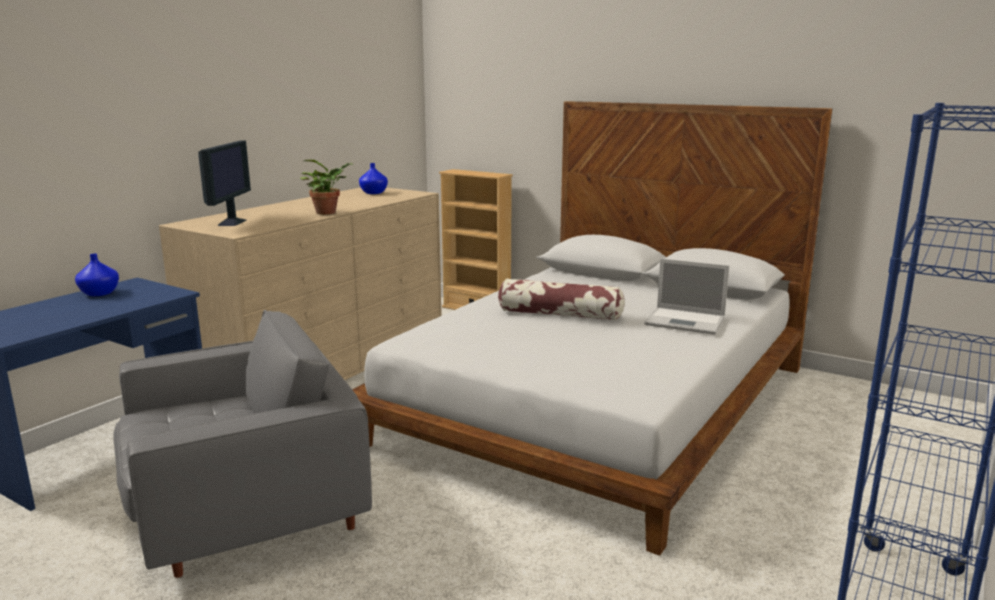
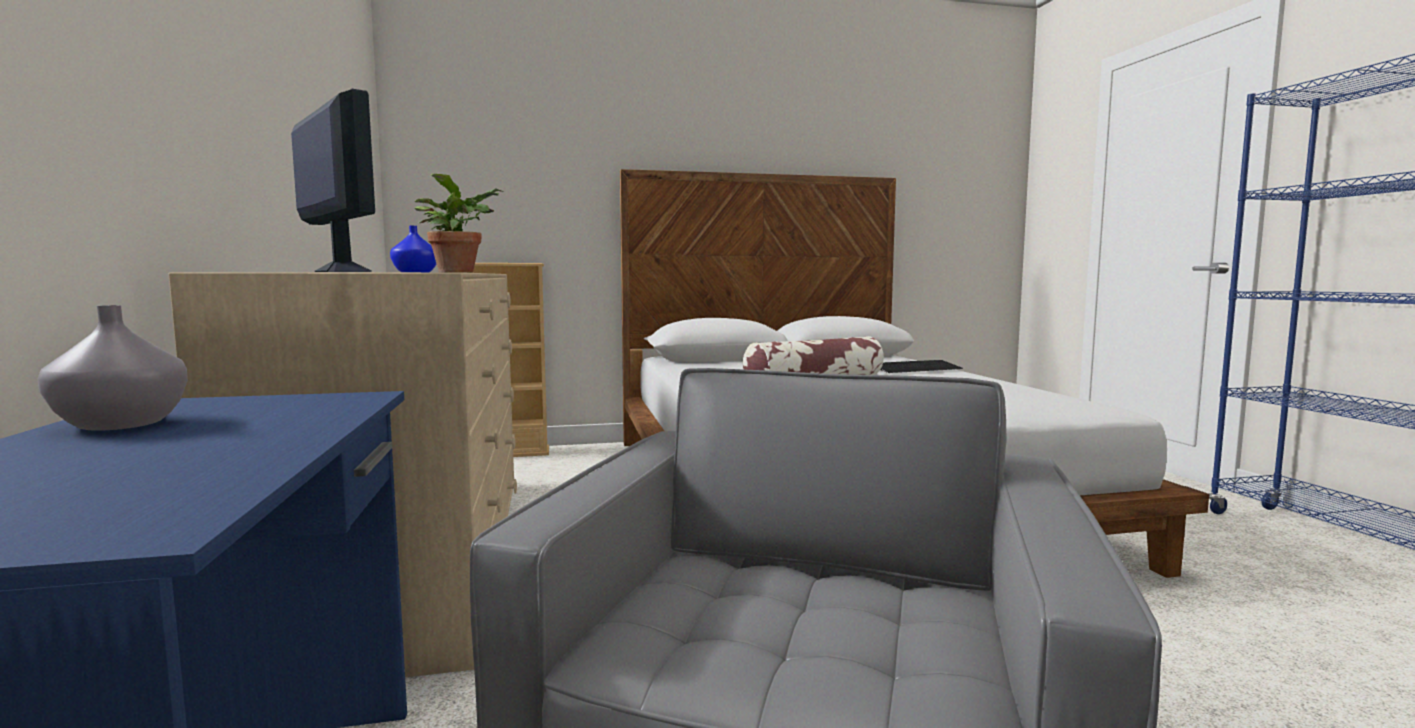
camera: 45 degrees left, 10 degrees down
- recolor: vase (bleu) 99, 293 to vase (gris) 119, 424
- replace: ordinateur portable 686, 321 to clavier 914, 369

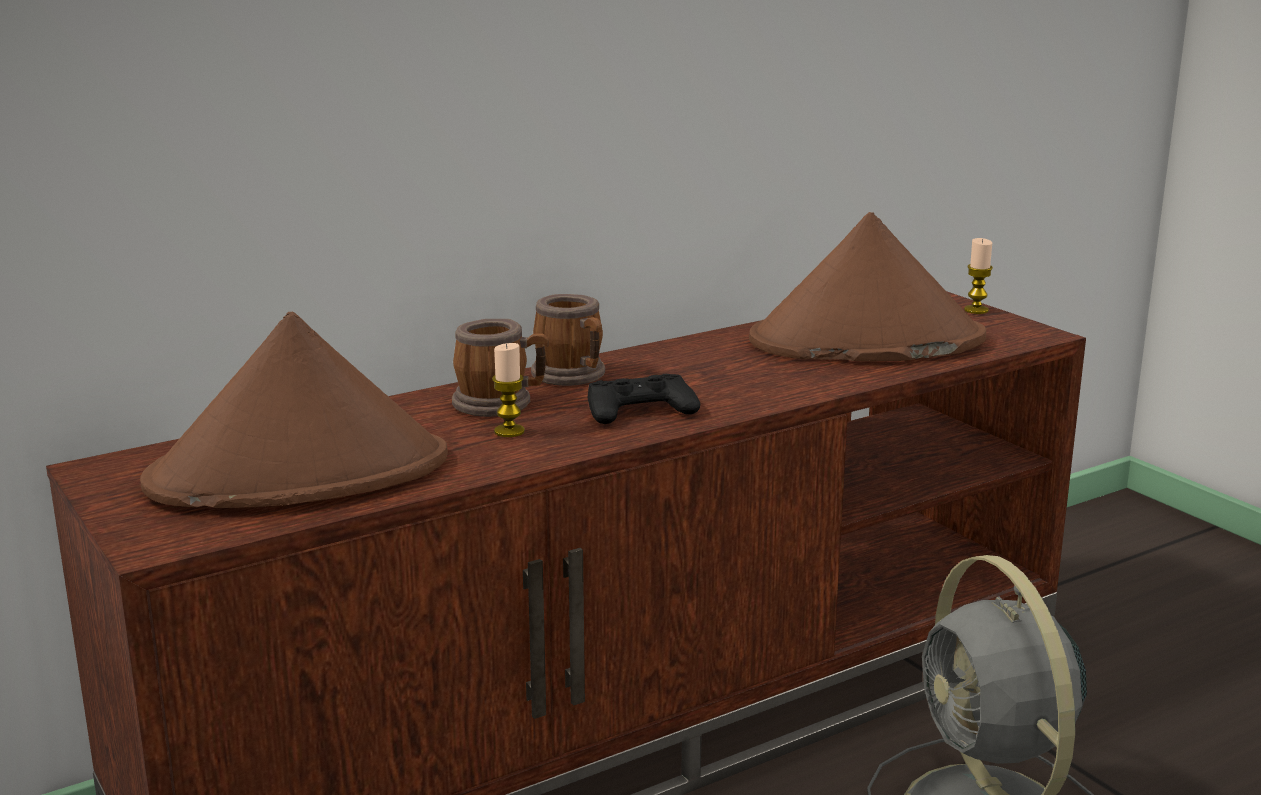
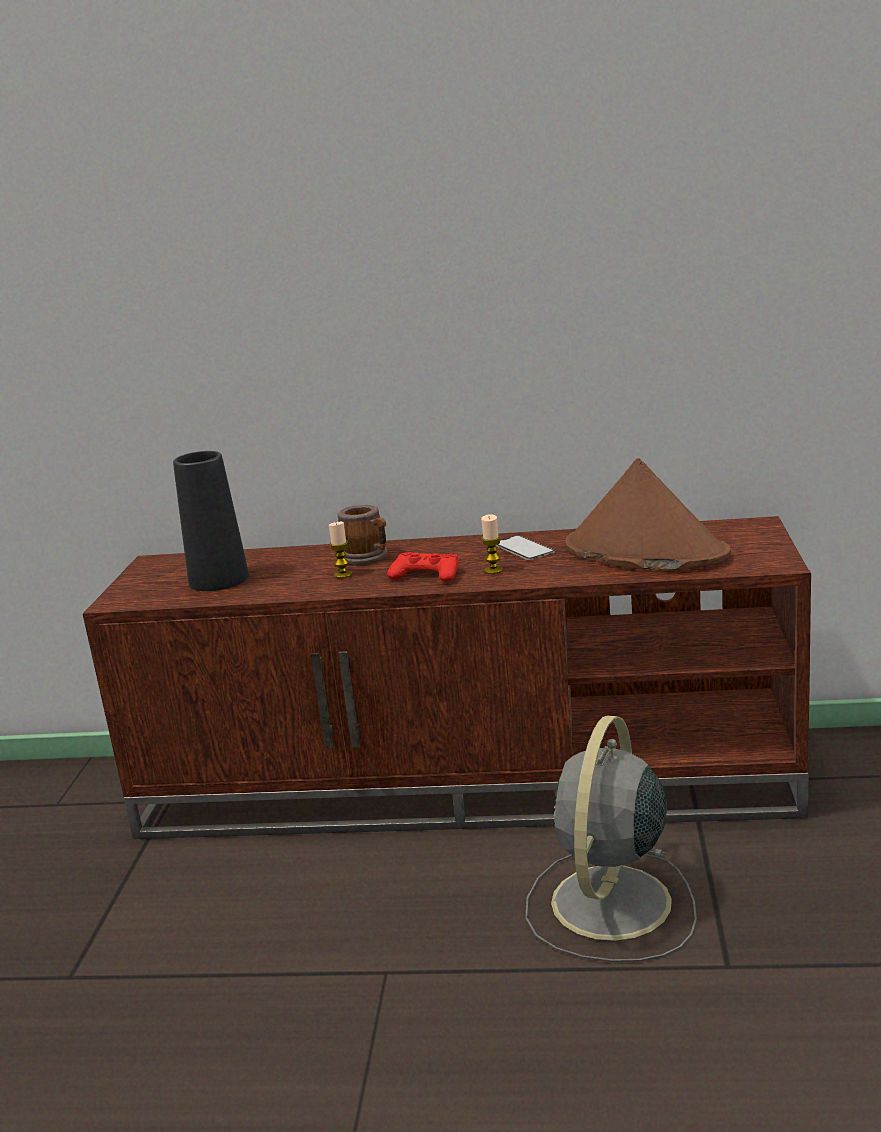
camera: 40 degrees right, 0 degrees up
- replace: chapeau (marron) 300, 473 to vase (noir) 219, 579
- delete: mug 573, 376
- recolor: manette (noir) 639, 411 to manette (rouge) 426, 575
- move: bougie 976, 310 to 493, 570
- insert: téléphone 523, 548

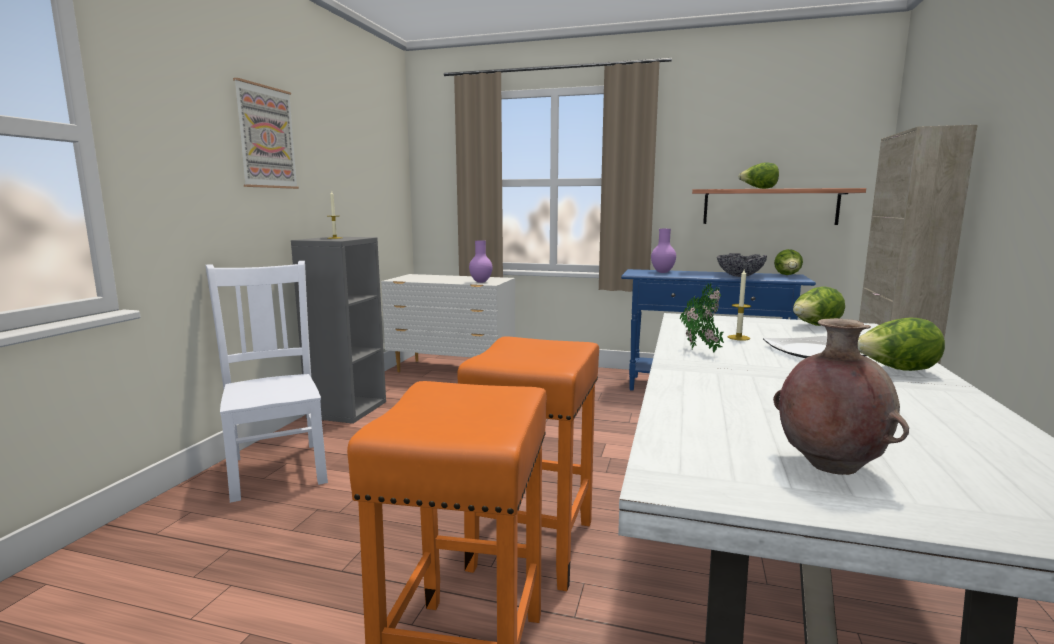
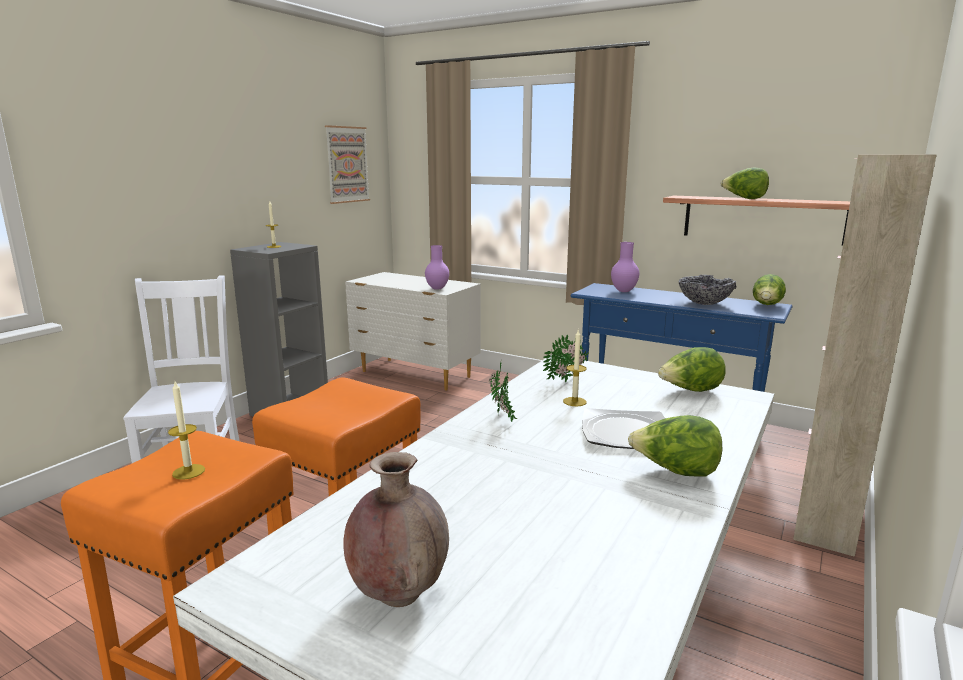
camera: 15 degrees right, 5 degrees up
- move: tableau 266, 137 to 347, 164
- insert: bougie 188, 472

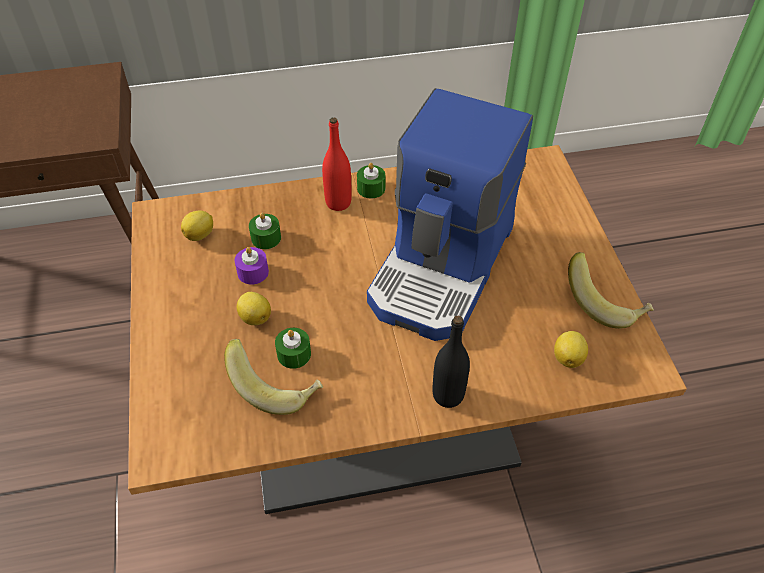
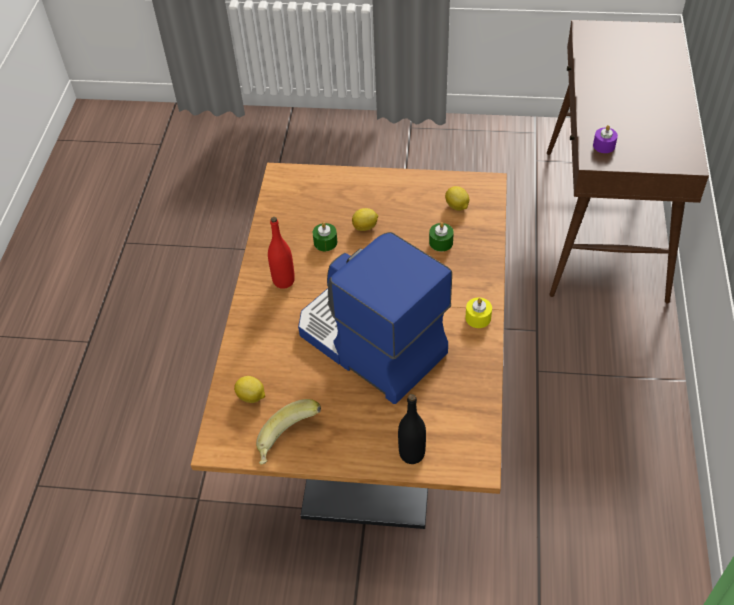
camera: 110 degrees right, 0 degrees up
- delete: banane 276, 386
- move: bougie (violet) 253, 272 to 604, 145
- move: bouteille (rouge) 338, 202 to 283, 281
- recolor: bougie (vert) 371, 188 to bougie (jaune) 478, 318
- move: bouteille (noir) 448, 395 to 412, 454

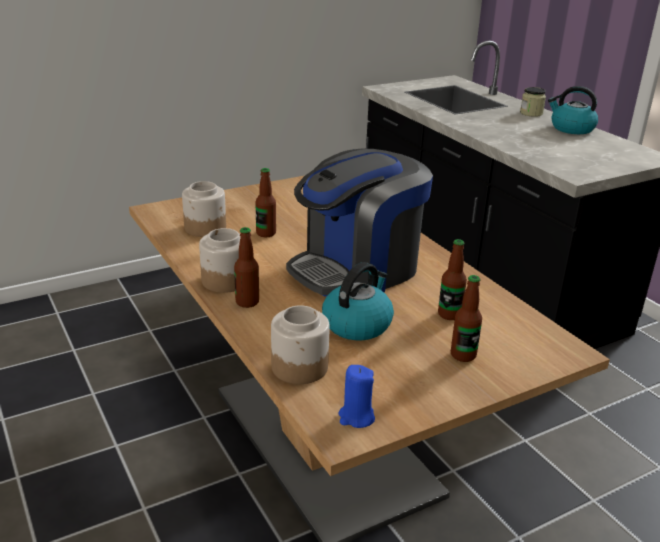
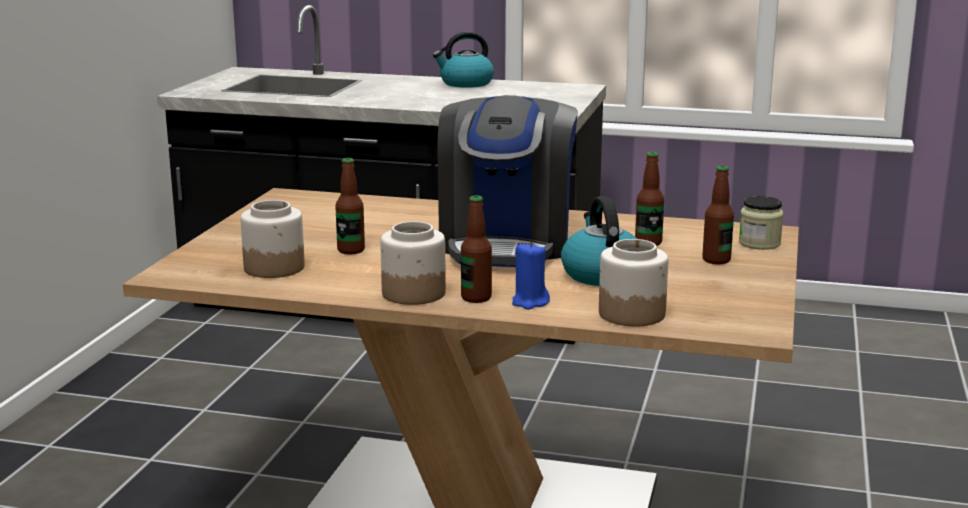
camera: 45 degrees left, 10 degrees down
- move: bougie (bleu) 356, 417 to 530, 302
- move: bocal 531, 113 to 759, 243

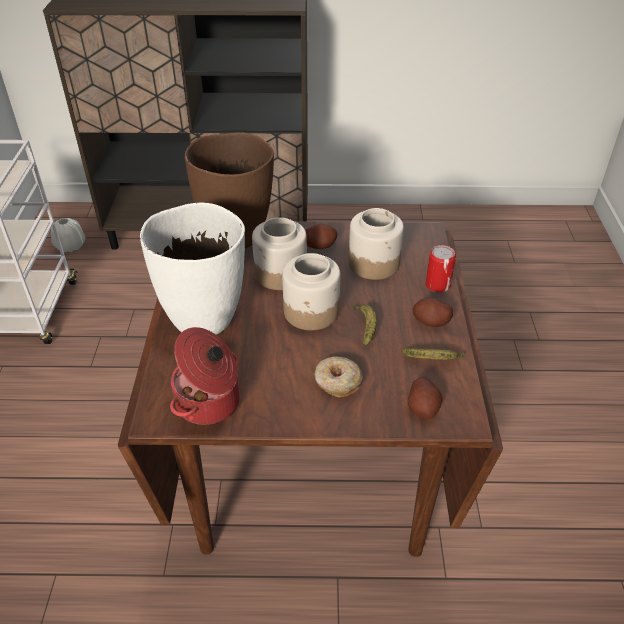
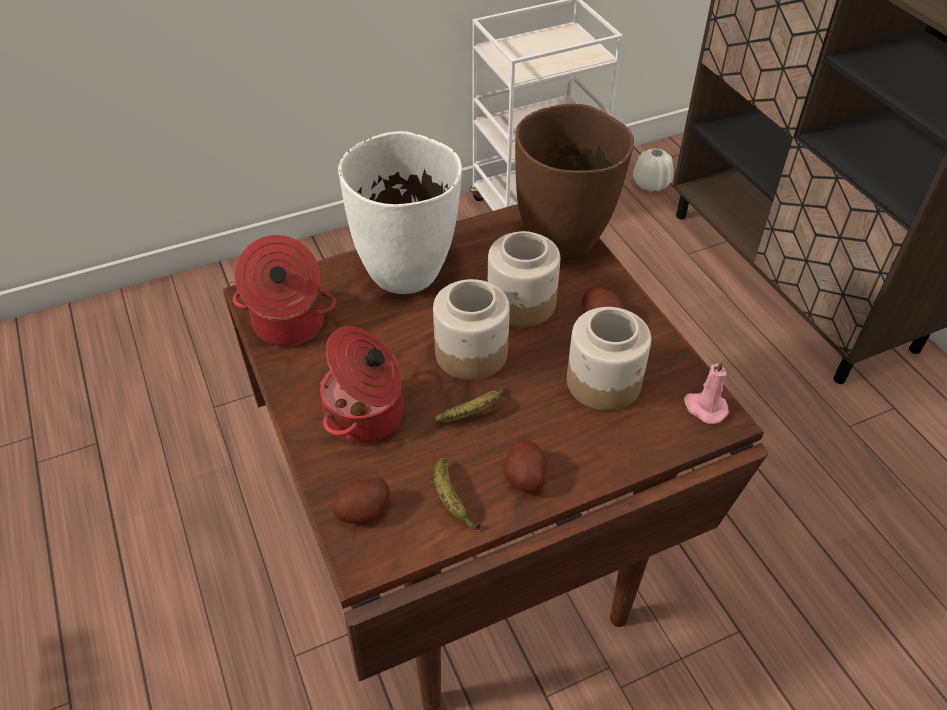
camera: 65 degrees right, 5 degrees up
- replace: beignet 337, 382 to marmite 367, 416
- delete: boîte métallique 437, 285
- insert: bougie (rose) 704, 407

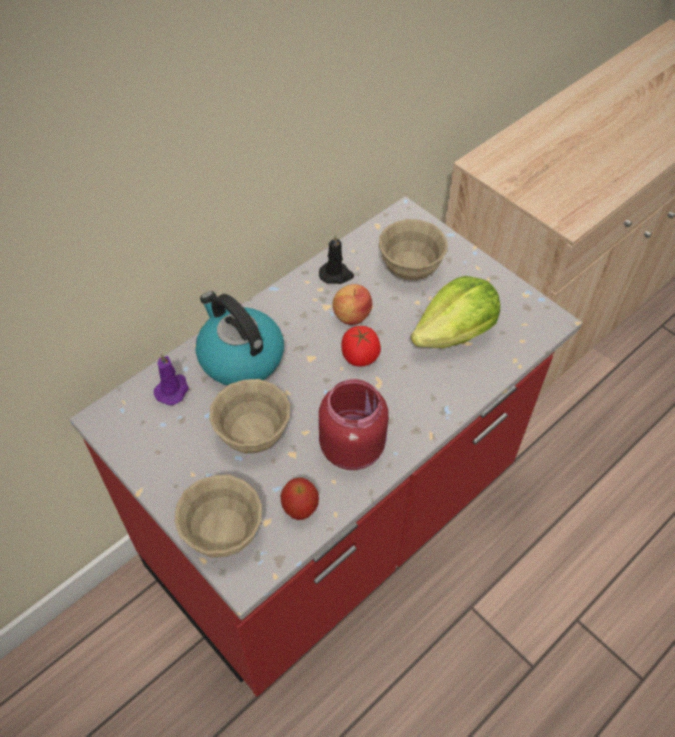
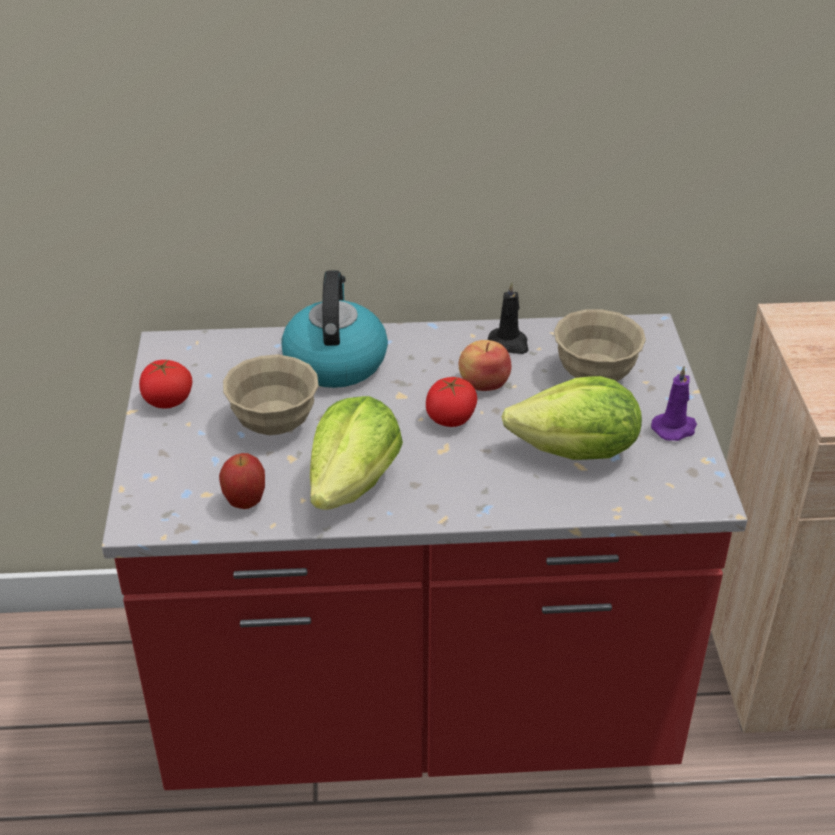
camera: 40 degrees right, 15 degrees down
- move: bougie (violet) 173, 390 to 675, 428
- delete: bol (beige) 223, 533
- replace: bocal (rouge) 353, 446 to laitue 354, 484
- insert: tomate 168, 401

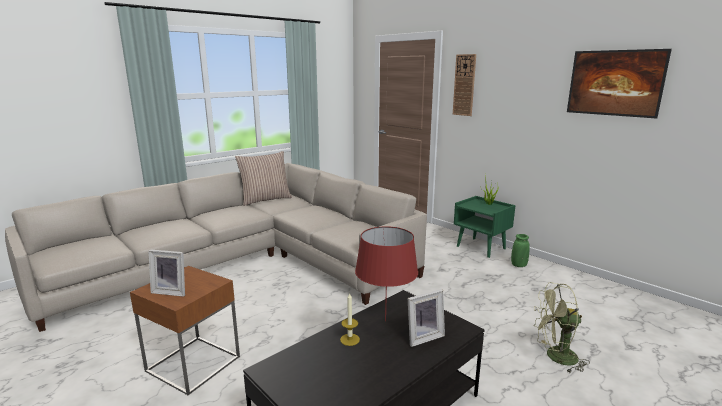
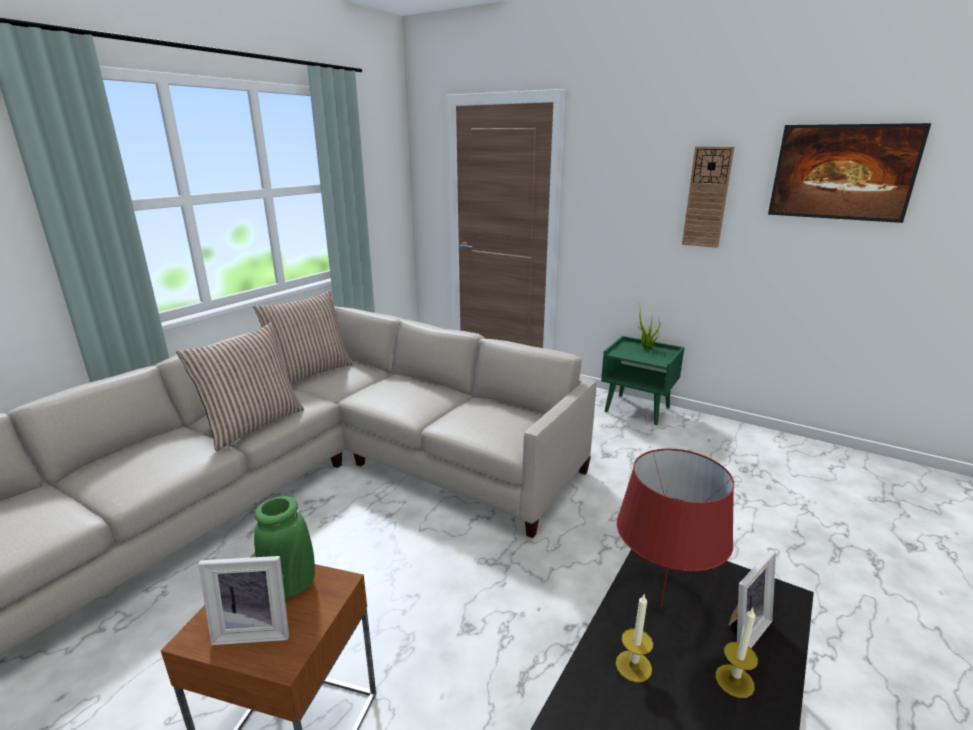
camera: 15 degrees left, 5 degrees up
- move: horloge murale 464, 85 to 707, 197
- move: vase (vert) 519, 265 to 290, 586
- delete: ventilateur (vert) 555, 357
- insert: coussin 253, 424
- insert: bougie 734, 681

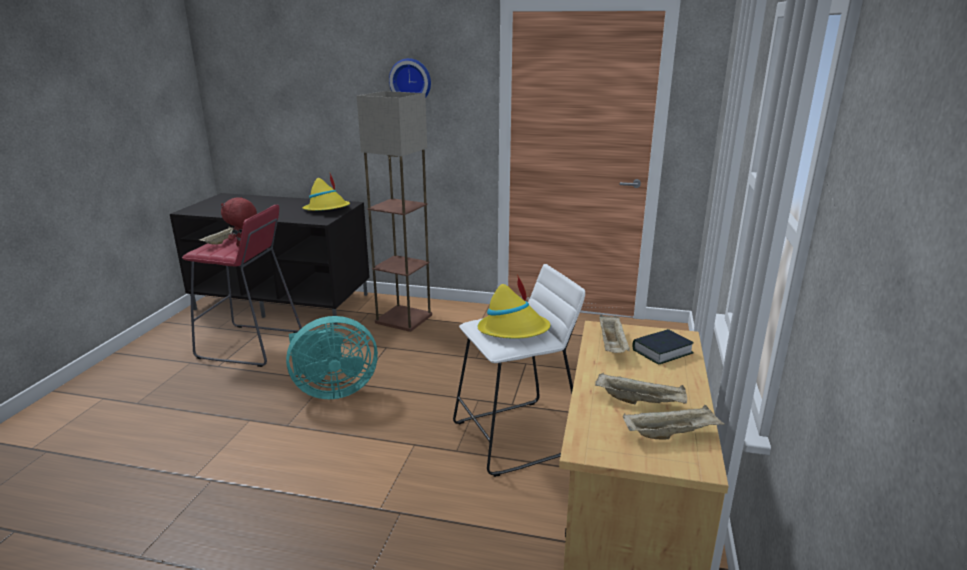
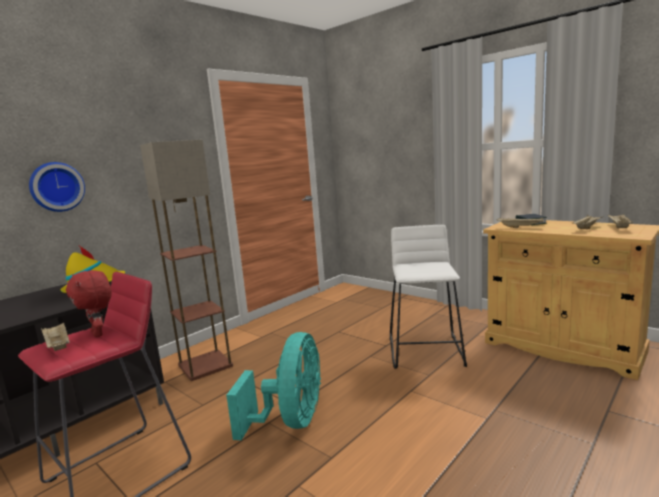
camera: 60 degrees left, 10 degrees down
- move: horloge murale 411, 81 to 56, 187
- delete: chapeau (jaune) 514, 330

